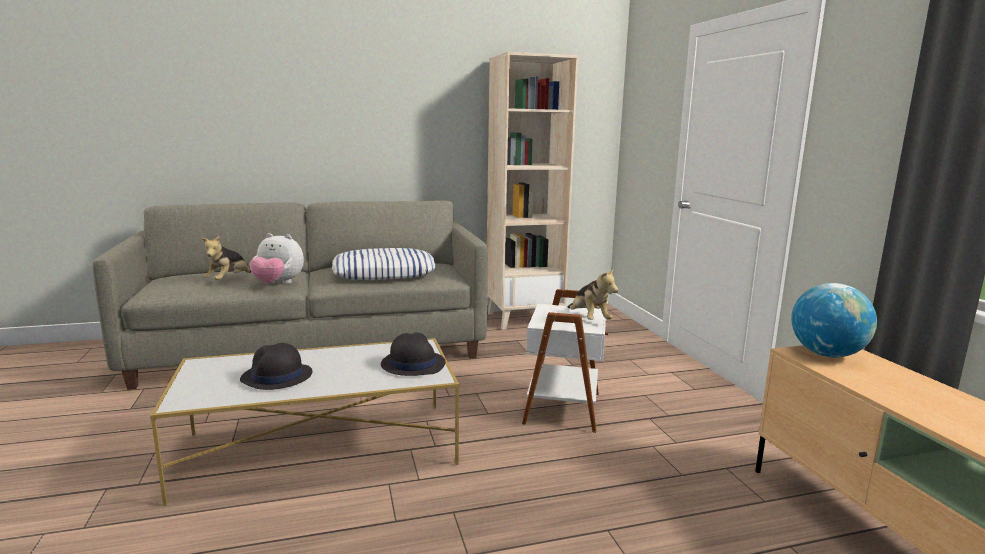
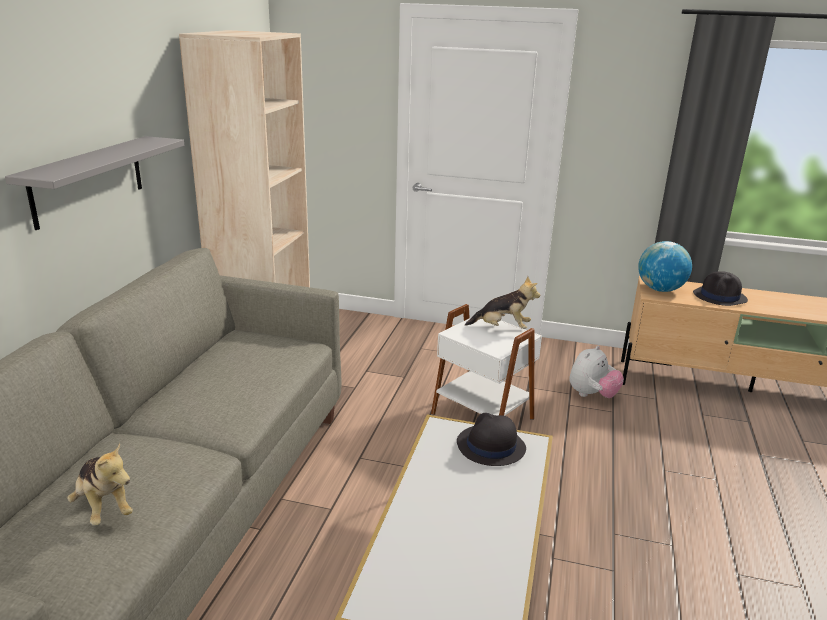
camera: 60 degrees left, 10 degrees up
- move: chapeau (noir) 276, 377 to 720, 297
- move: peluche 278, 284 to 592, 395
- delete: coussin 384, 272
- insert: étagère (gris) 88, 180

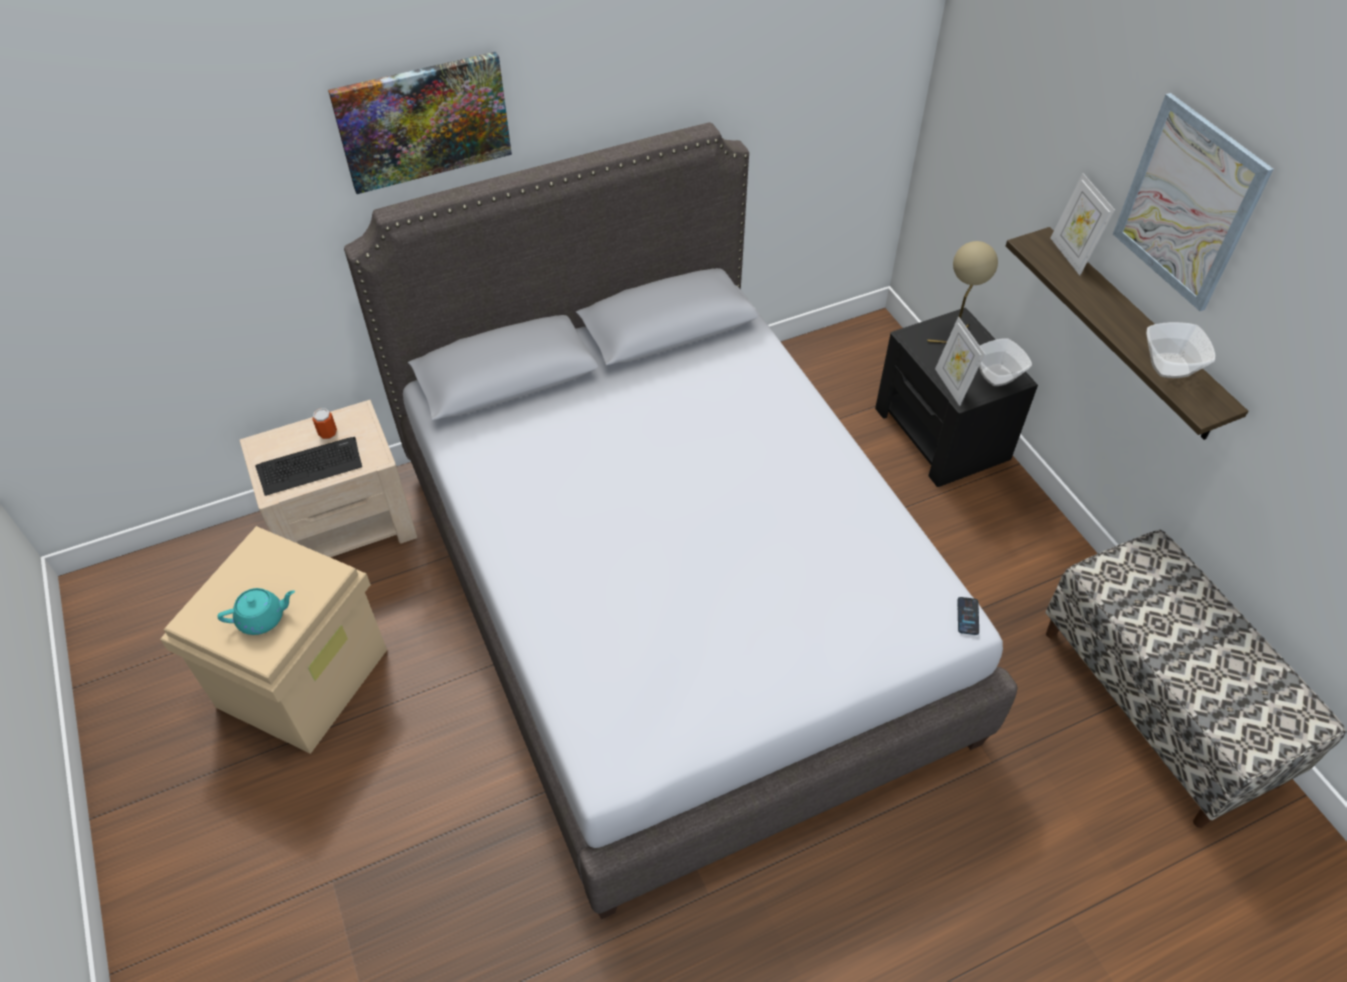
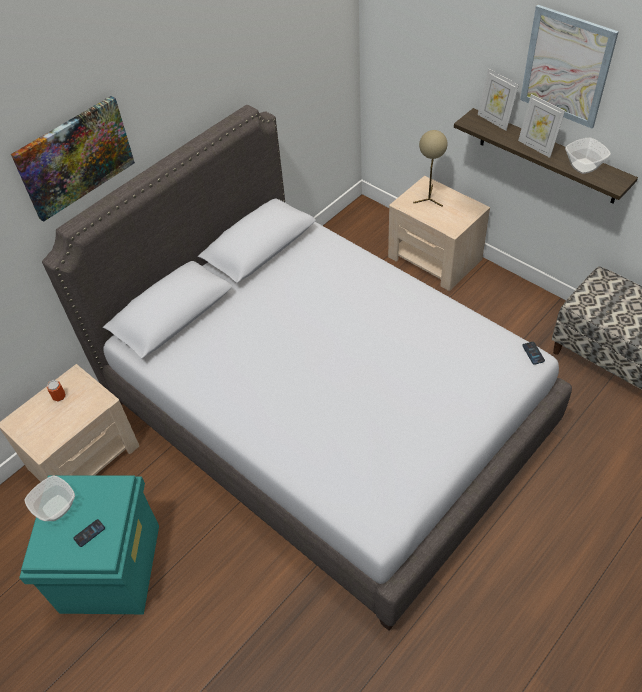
camera: 20 degrees left, 0 degrees up
- recolor: boîte de rangement (beige) 303, 676 to boîte de rangement (turquoise) 110, 567
- replace: théière (turquoise) 263, 618 to téléphone 89, 533
- delete: clavier 310, 466
- recolor: table de chevet (noir) 942, 434 to table de chevet (beige) 435, 258
- move: cadre photo 952, 386 to 536, 147
- move: bol 997, 376 to 56, 508

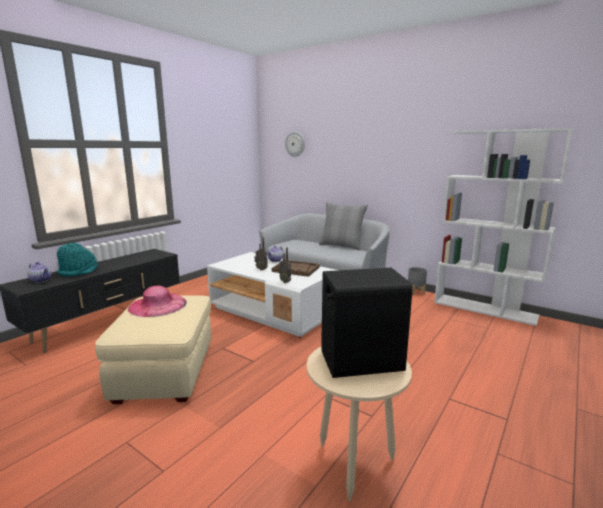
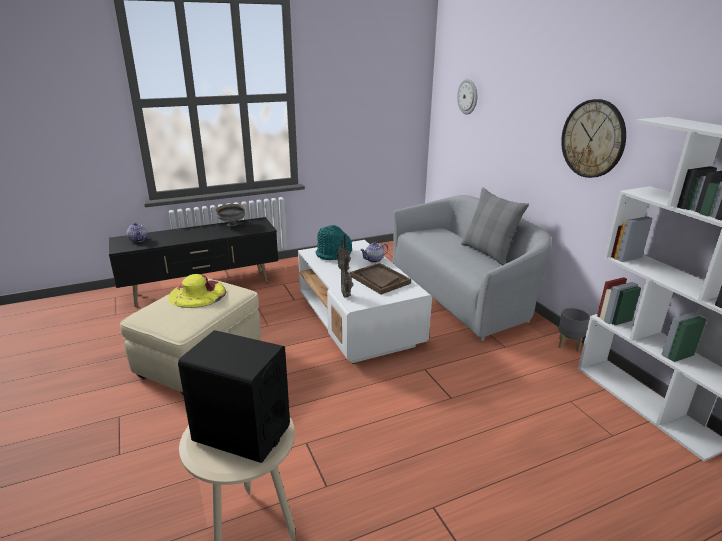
camera: 30 degrees right, 10 degrees up
- move: chapeau (turquoise) 78, 271 to 334, 254
- recolor: chapeau (rose) 157, 305 to chapeau (jaune) 197, 294
- insert: bol (gris) 232, 224
- insert: horloge murale 593, 139

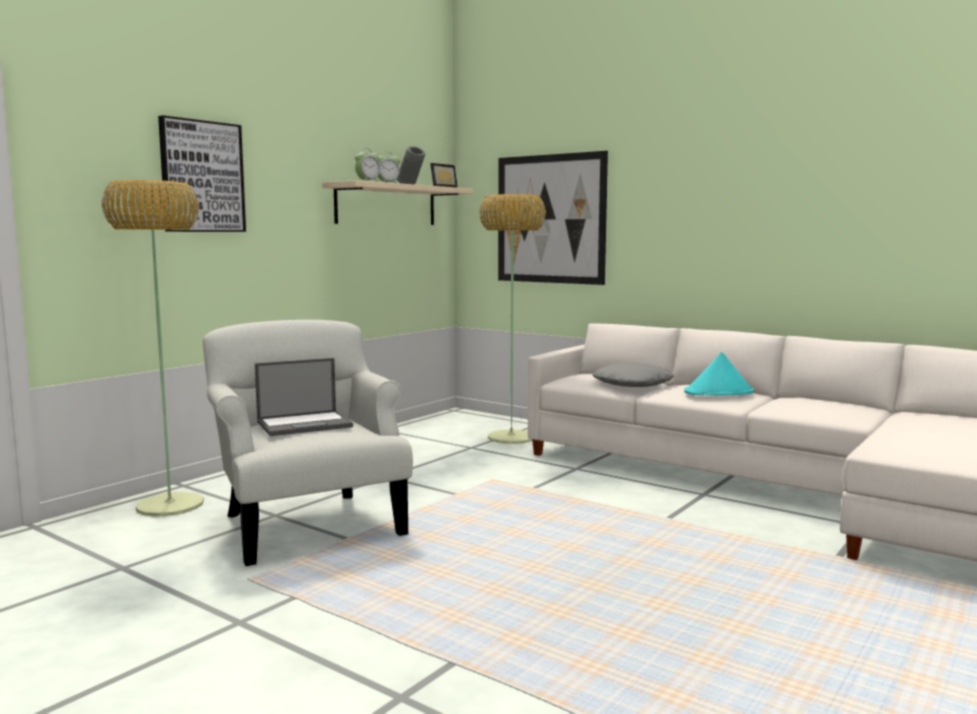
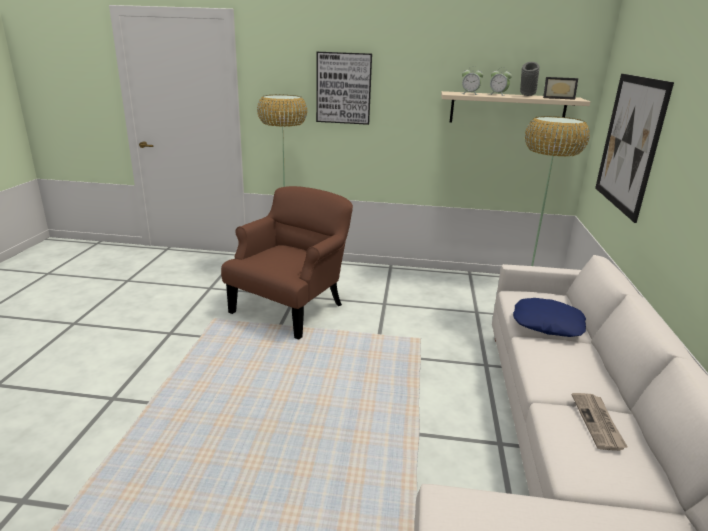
camera: 60 degrees right, 15 degrees up
- recolor: fauteuil (blanc) 308, 524 to fauteuil (marron) 291, 308
- delete: ordinateur portable 305, 424
- recolor: coussin (gris) 632, 384 to coussin (bleu) 547, 324
- delete: chapeau (turquoise) 719, 392
- insert: journal 598, 423

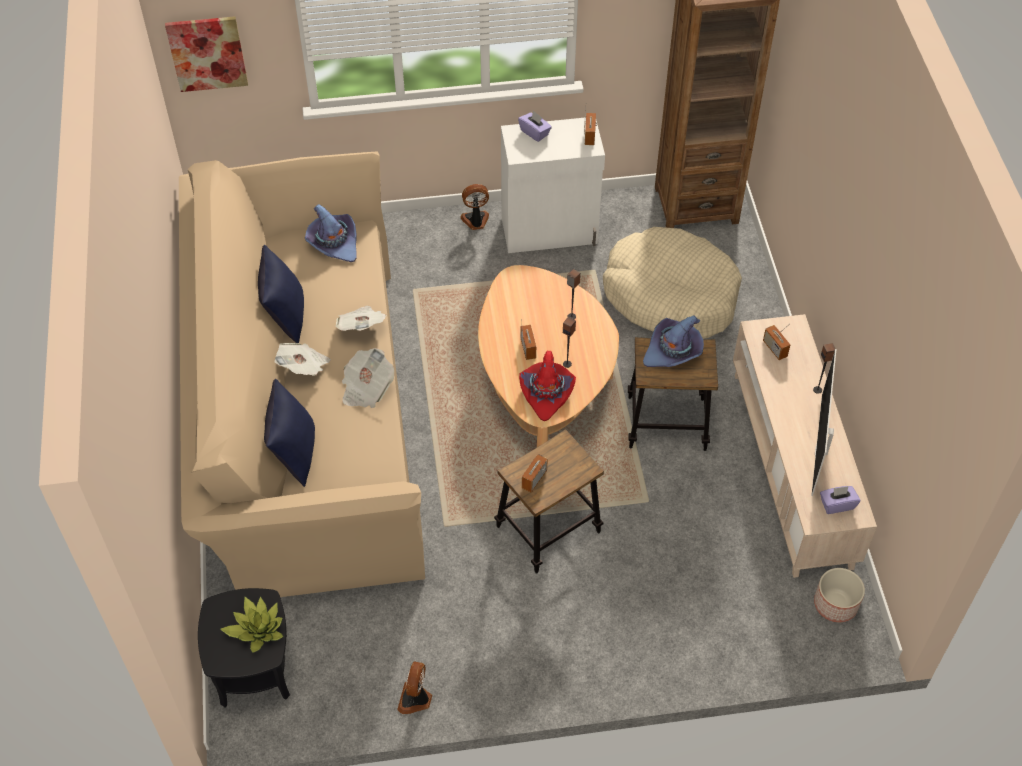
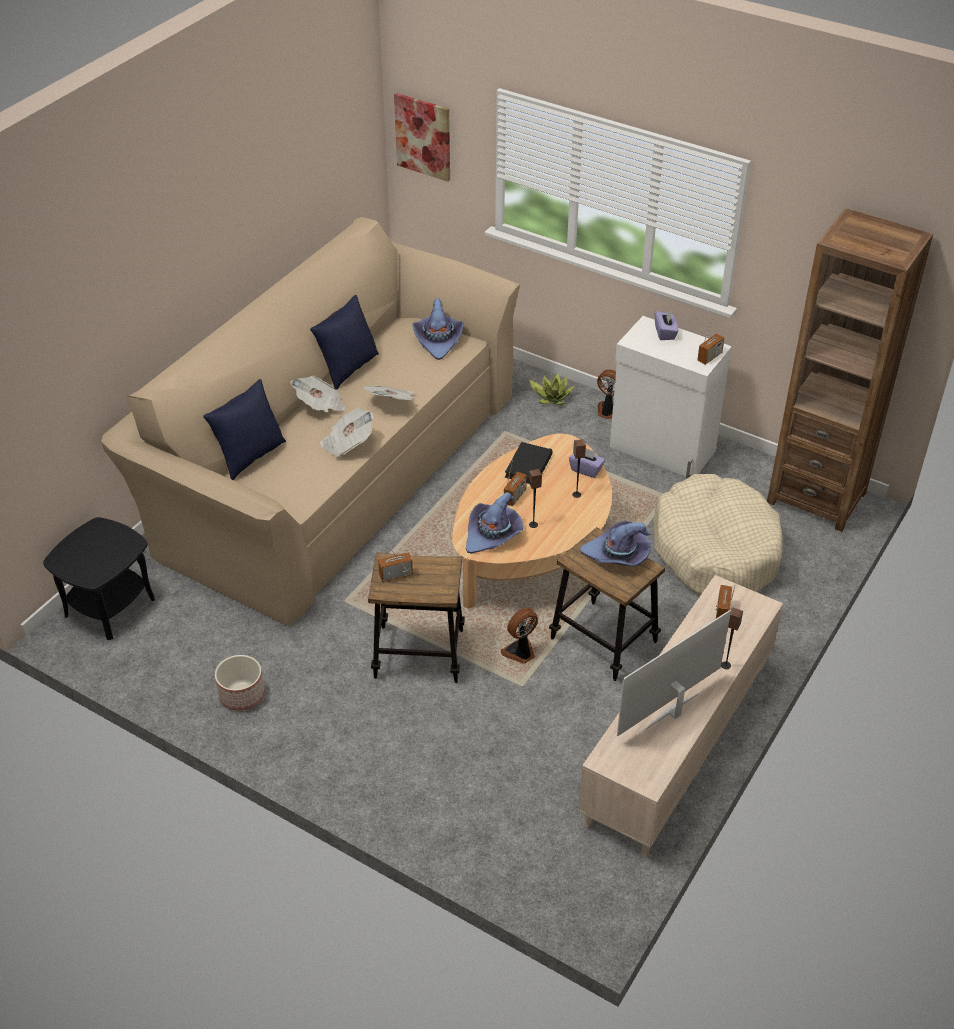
camera: 40 degrees right, 10 degrees down
- move: plante en pot 257, 630 to 552, 396
- move: ventilateur 416, 699 to 520, 652
- recolor: chapeau (rouge) 547, 392 to chapeau (violet) 493, 534
- move: cache-pot 836, 603 to 242, 695
- move: boîte à mouchoirs (violet) 837, 504 to 586, 470
- insert: livre (noir) 527, 466

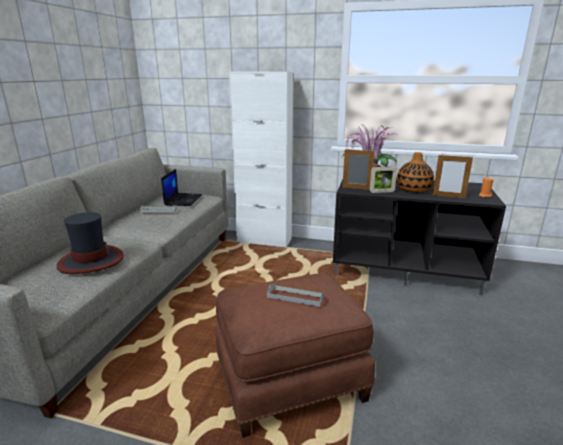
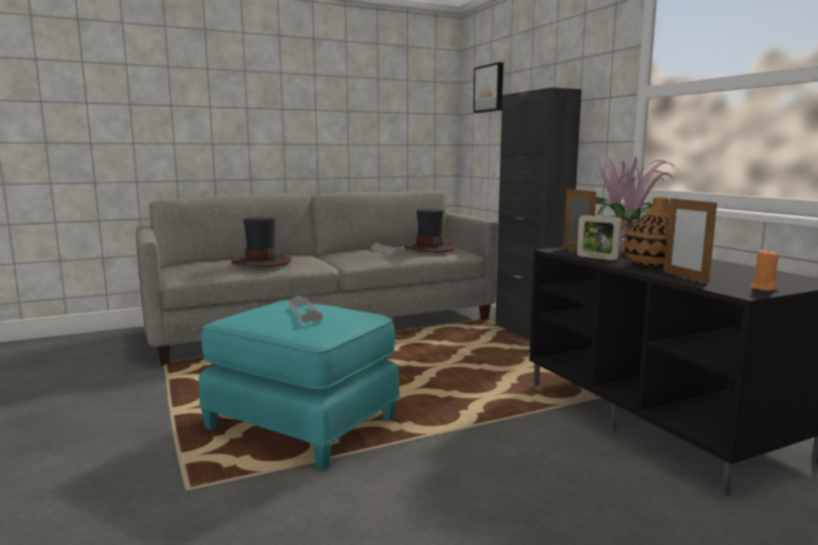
camera: 50 degrees right, 10 degrees down
- replace: ordinateur portable 183, 199 to chapeau 429, 248
- recolor: pouf (marron) 289, 380 to pouf (turquoise) 303, 423
- recolor: meuble de rangement (blanc) 264, 240 to meuble de rangement (noir) 529, 332
- insert: tableau 490, 88

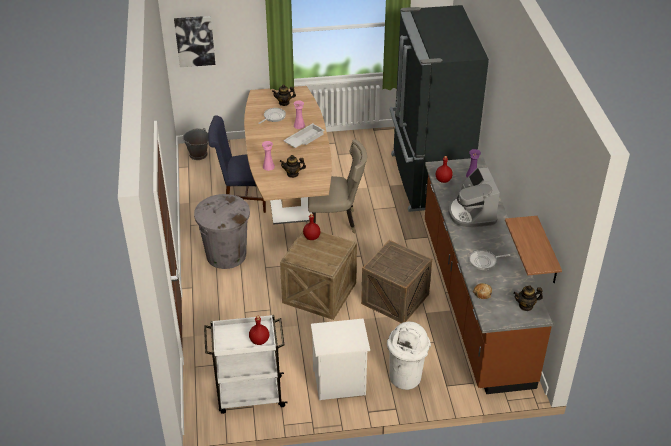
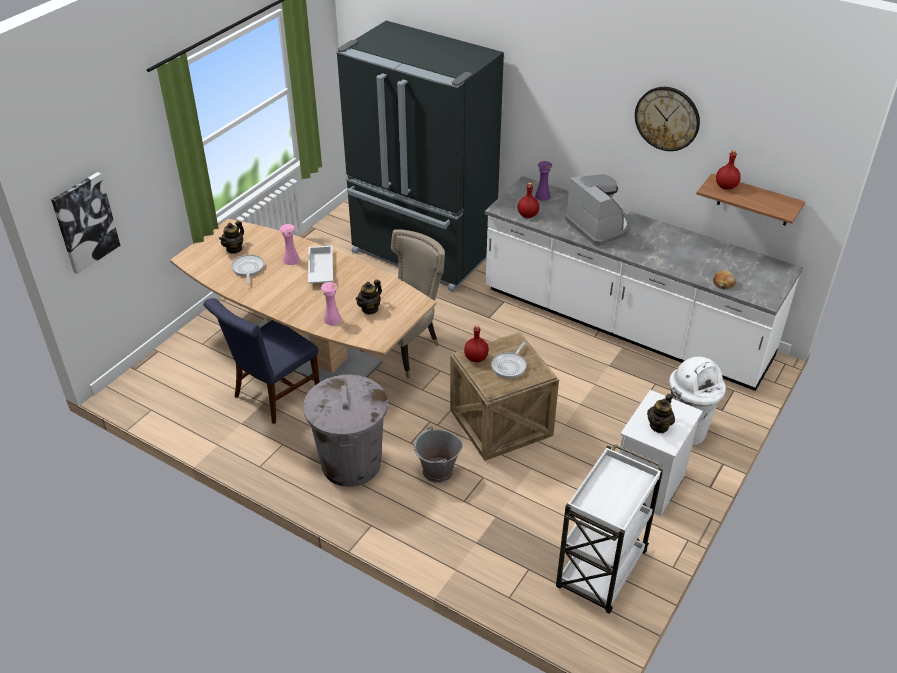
camera: 50 degrees left, 0 degrees up
- move: seau (gris) 198, 154 to 437, 471
- move: bouteille (rouge) 260, 340 to 726, 186
- delete: caisse 395, 299
- recolor: comptoir de cuisine (marron) 474, 300 to comptoir de cuisine (blanc) 624, 325
- rotate: machine à café 471, 213 = 599, 227 150 degrees counterclockwise
- move: poêle 484, 261 to 510, 366
- move: théière 526, 306 to 659, 426
- insert: horloge murale 667, 118

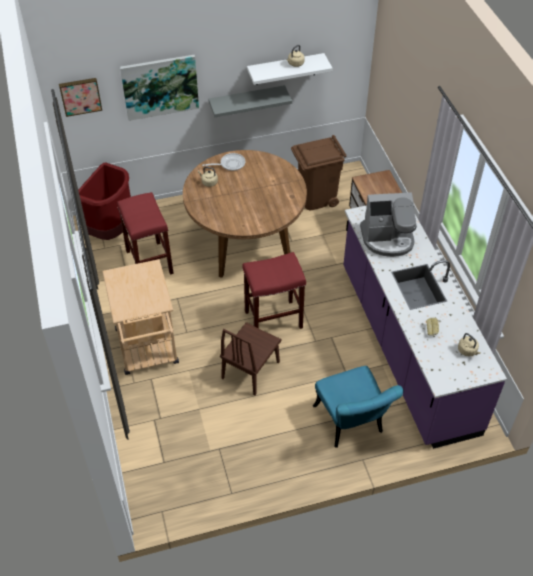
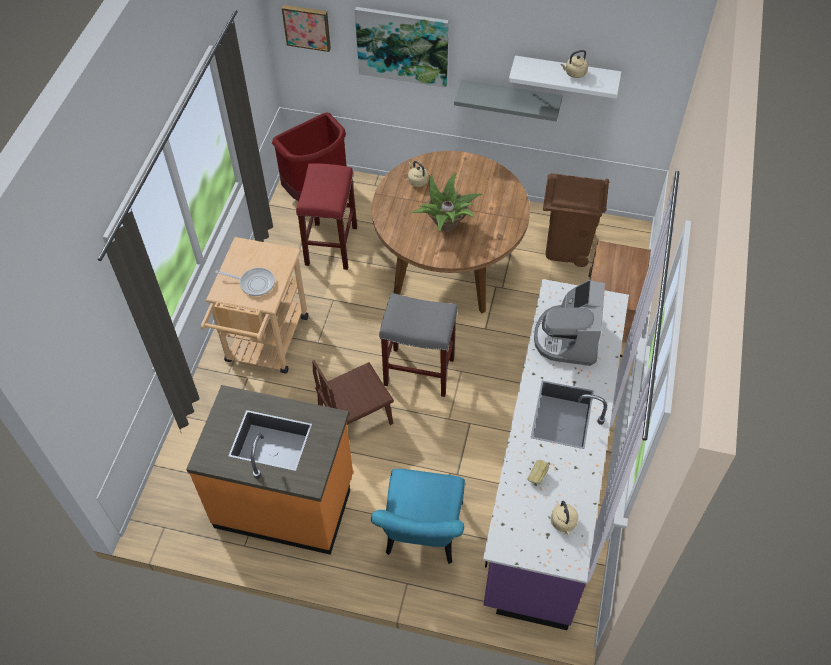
camera: 30 degrees right, 5 degrees up
- move: poêle 230, 164 to 254, 283
- recolor: tabouret (rouge) 272, 320 to tabouret (gris) 418, 372
- rotate: machine à café 388, 239 = 568, 338 75 degrees clockwise
- insert: comptoir de cuisine (orange) 285, 501
- insert: plante en pot 446, 225

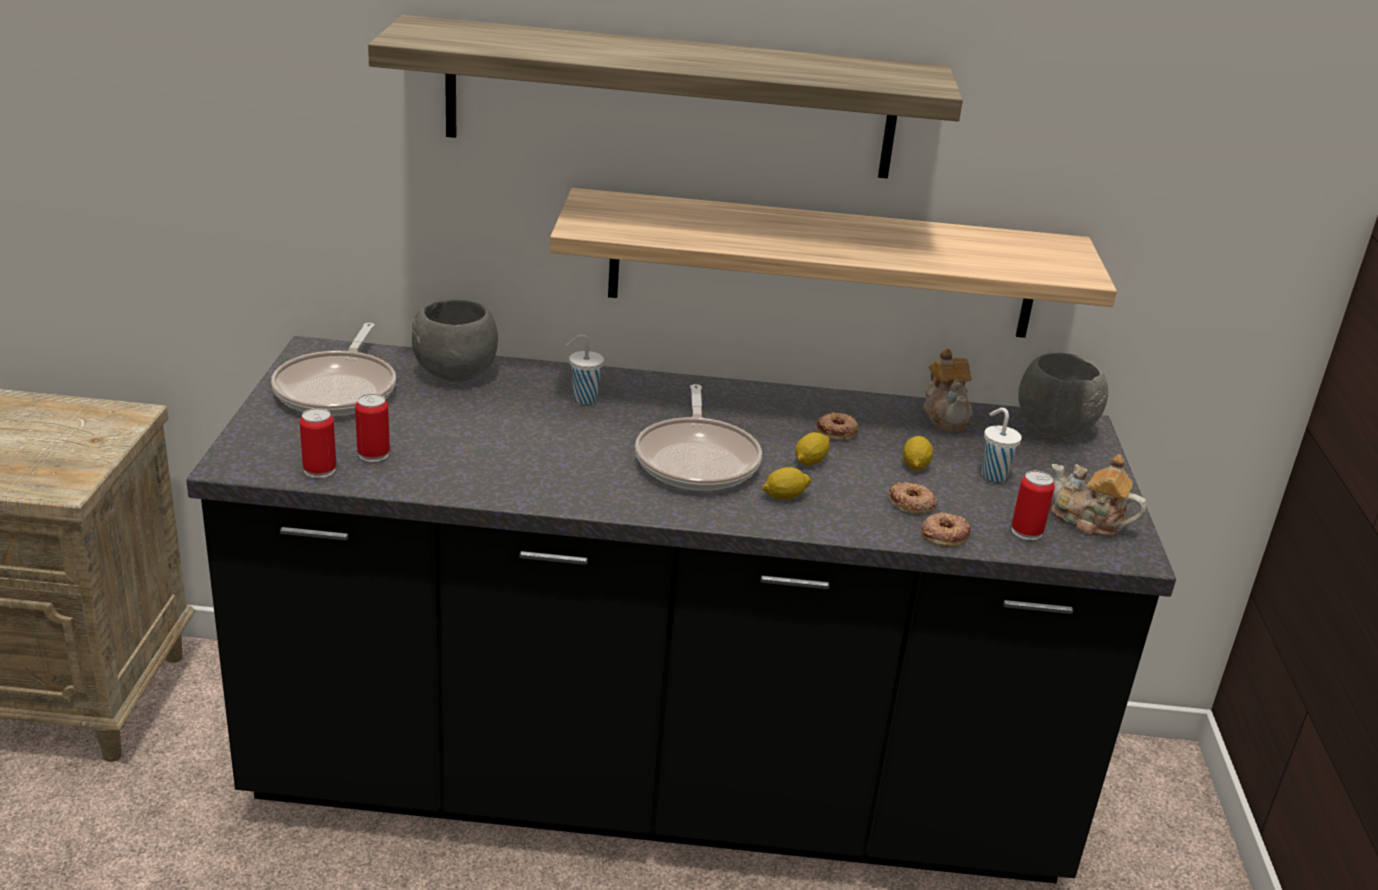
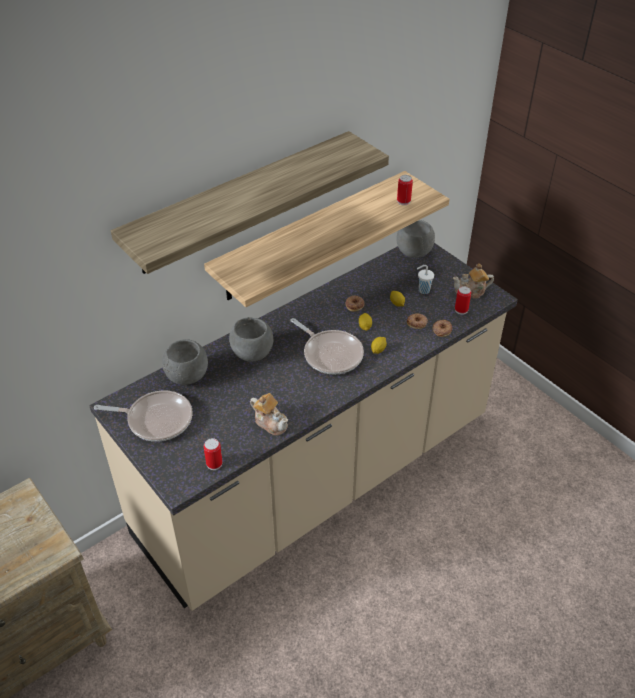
camera: 40 degrees left, 15 degrees up
- recolor: comptoir de cuisine (noir) 659, 782 to comptoir de cuisine (beige) 317, 478
- rotate: poêle 338, 389 = 156, 419 45 degrees counterclockwise
- move: boîte métallique 373, 454 to 403, 201
- replace: tasse (blanc) 583, 399 to bol (gris) 252, 353
- move: théière 946, 415 to 271, 422

